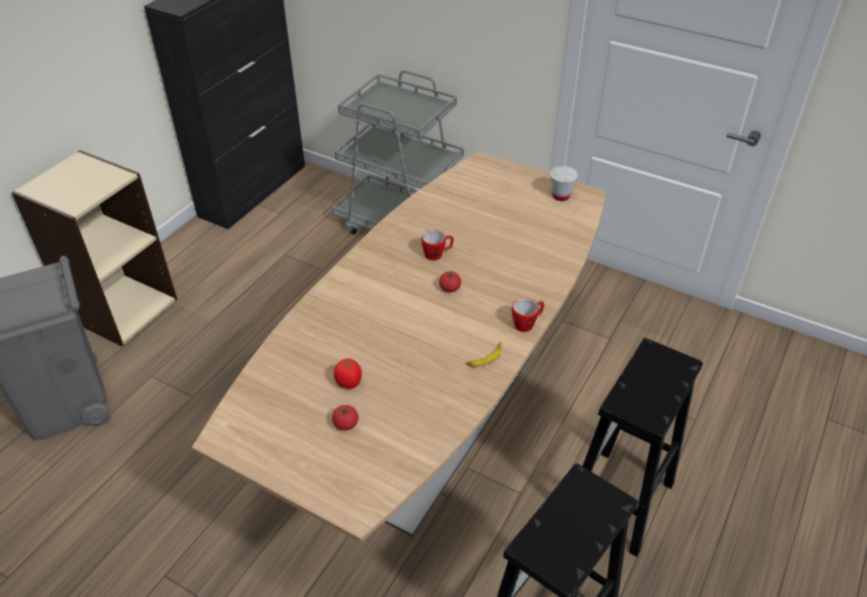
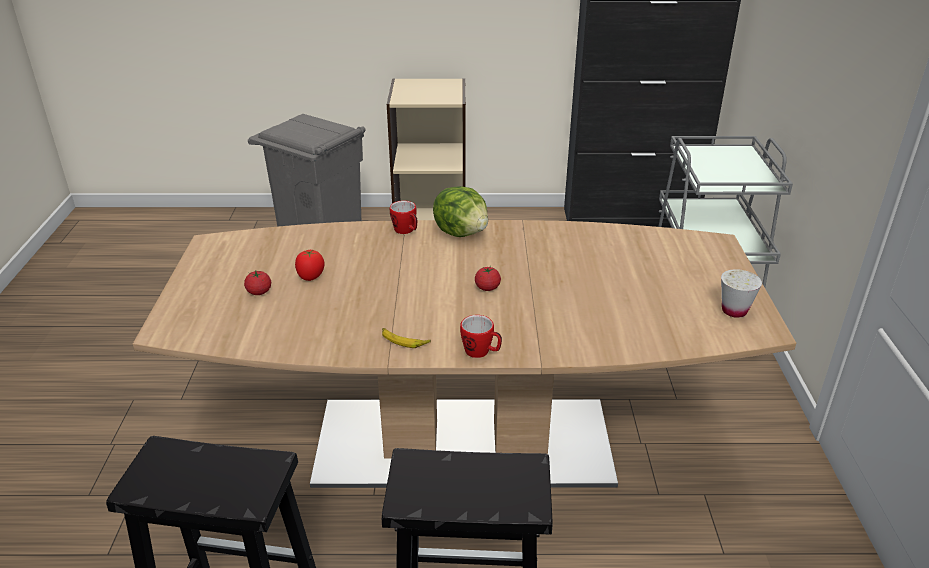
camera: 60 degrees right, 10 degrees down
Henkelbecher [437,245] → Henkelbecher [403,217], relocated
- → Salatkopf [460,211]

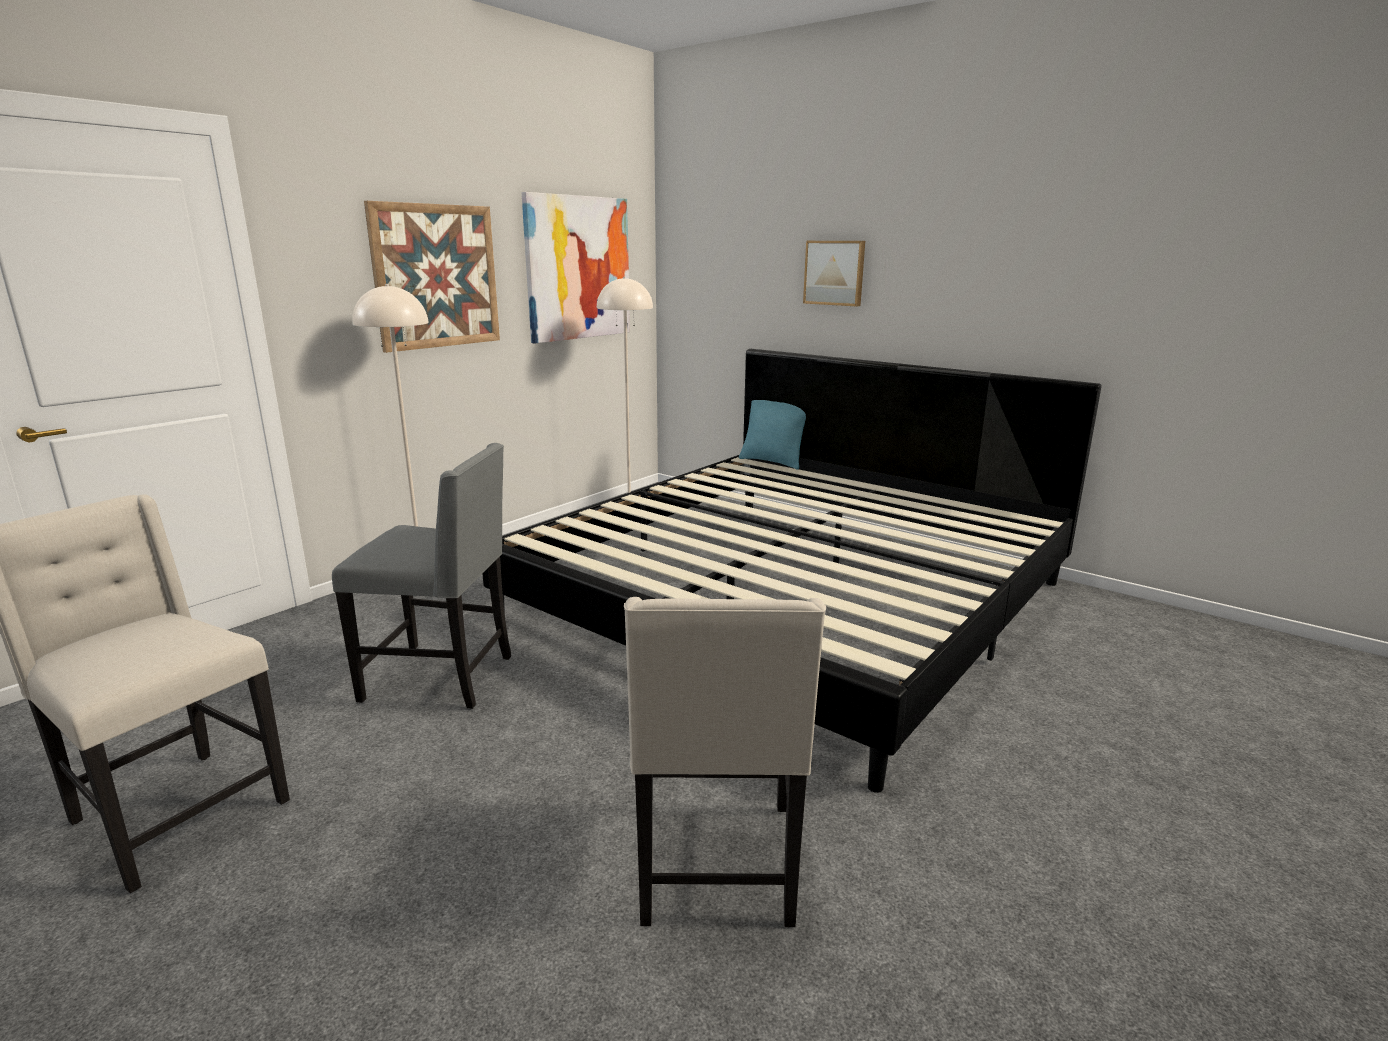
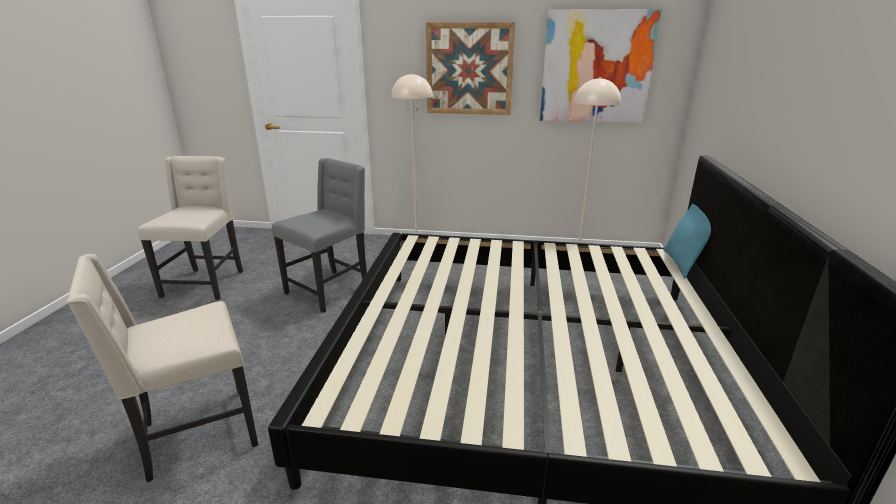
camera: 60 degrees right, 5 degrees up
Stuhl (grau) [421,576] → Stuhl (grau) [319,235], 120 degrees counterclockwise
Bild [834,274] → -

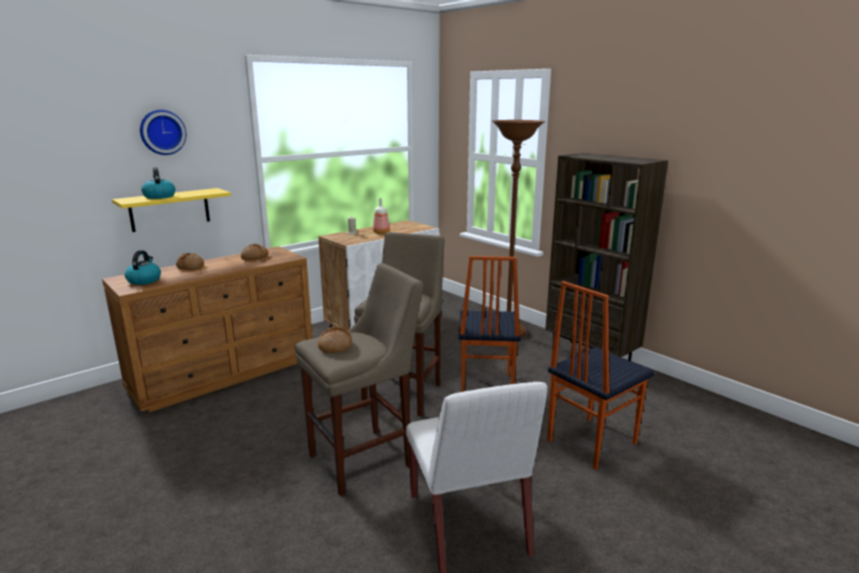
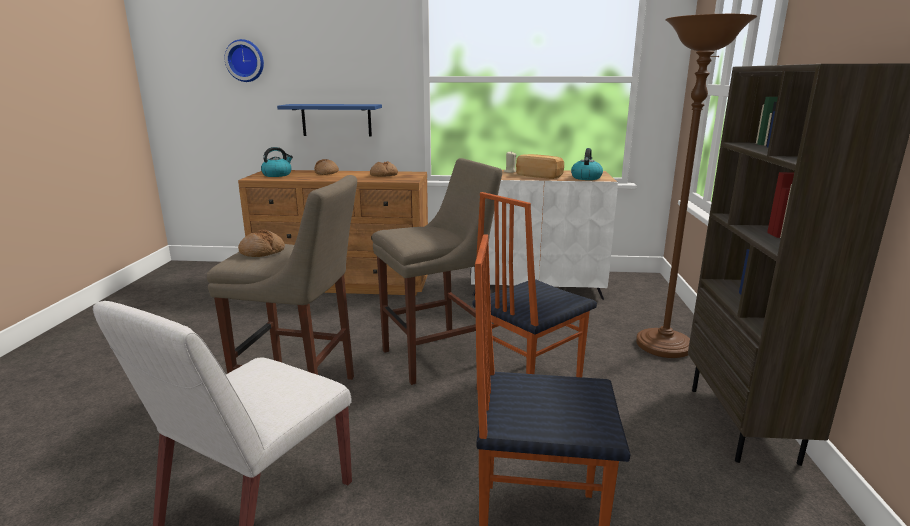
camera: 45 degrees right, 0 degrees up
Wandregal (gelb) [171,210] → Wandregal (blau) [329,120]
Wanduhr [163,132] → Wanduhr [244,60], relocated
Wasserkessel [158,183] → Wasserkessel [587,164], relocated
Flasche [381,216] → Brot [540,166]

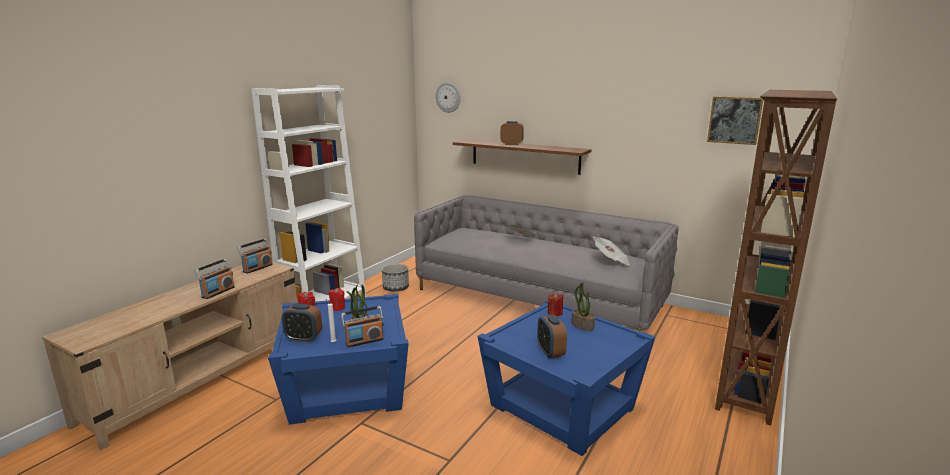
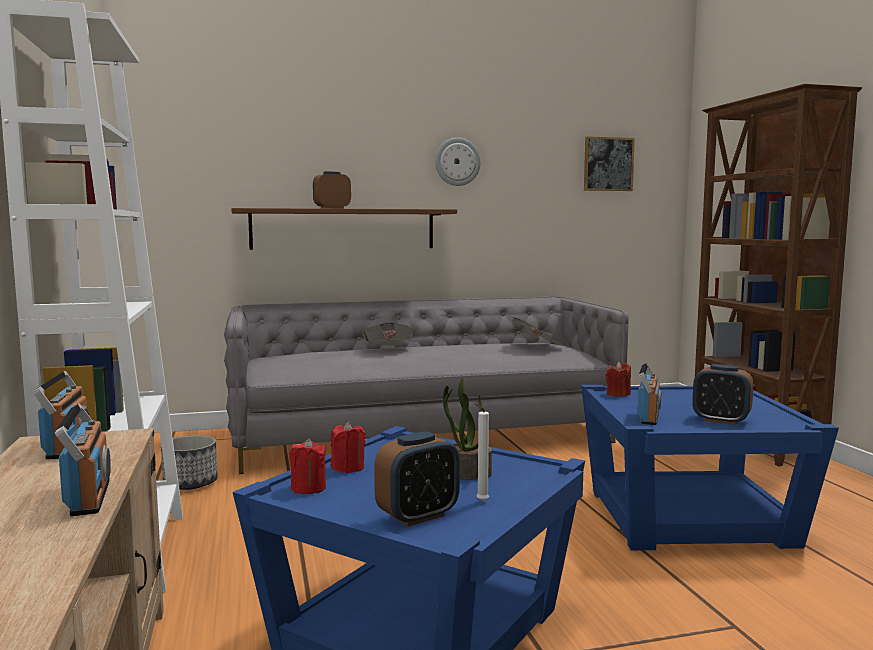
camera: 45 degrees left, 10 degrees down
Radio [362,326] → Radio [649,394], relocated
Wanduhr [448,97] → Wanduhr [458,161], relocated
Topfpflanze [583,306] → -

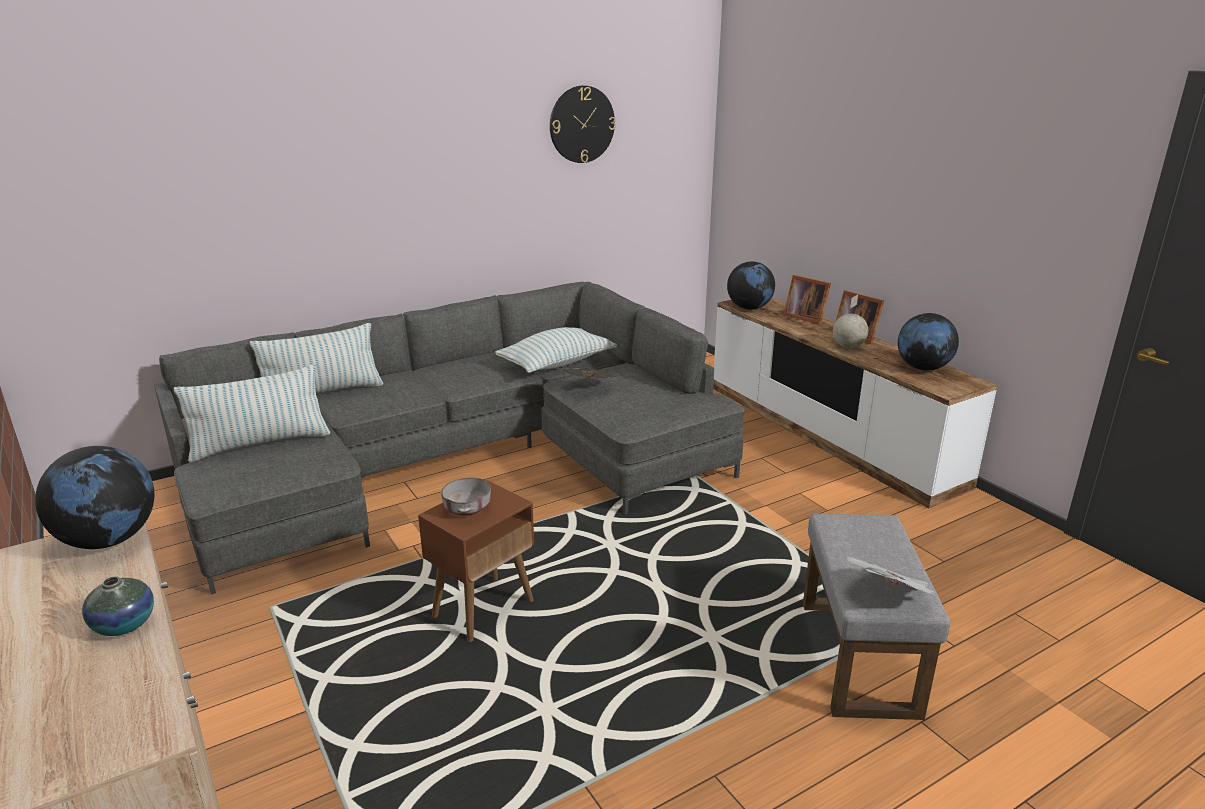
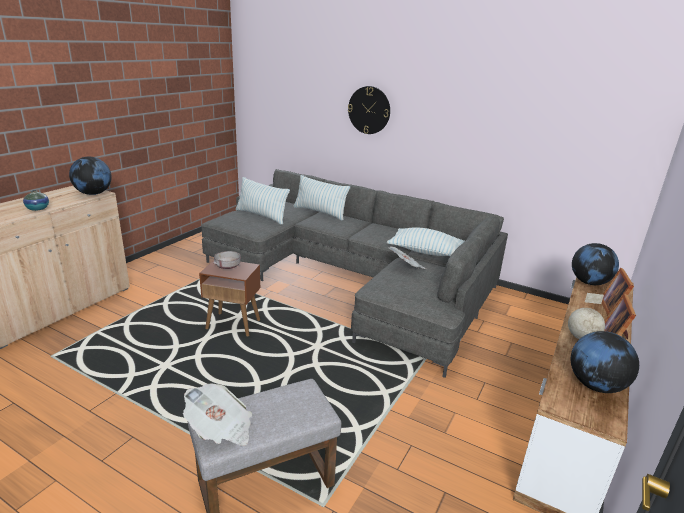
camera: 60 degrees right, 0 degrees up
Wanduhr [583,124] → Wanduhr [369,110], relocated

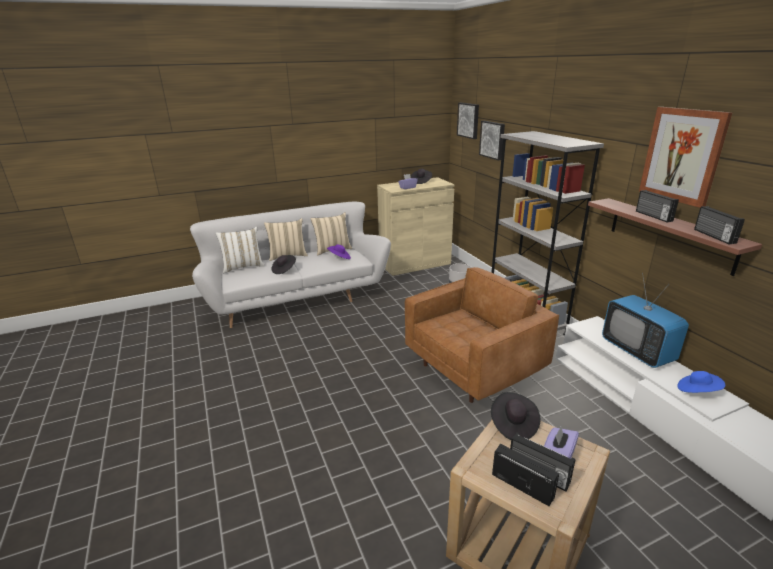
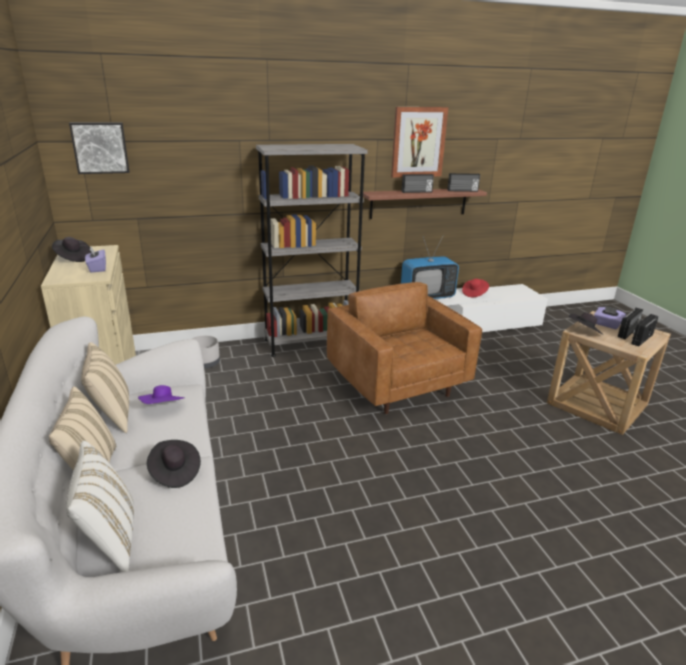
camera: 85 degrees left, 0 degrees up
Bild [492,140] → -
Hut (blau) [701,382] → Hut (rot) [475,288]

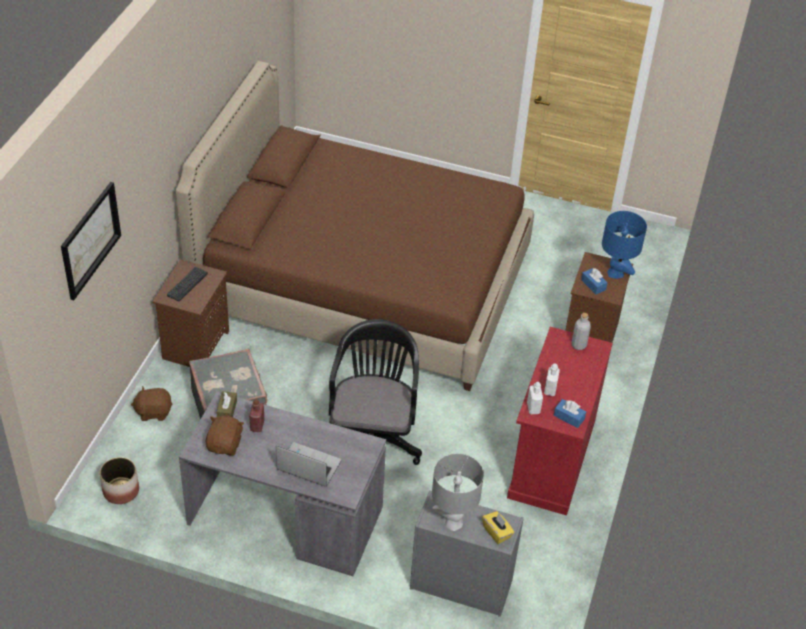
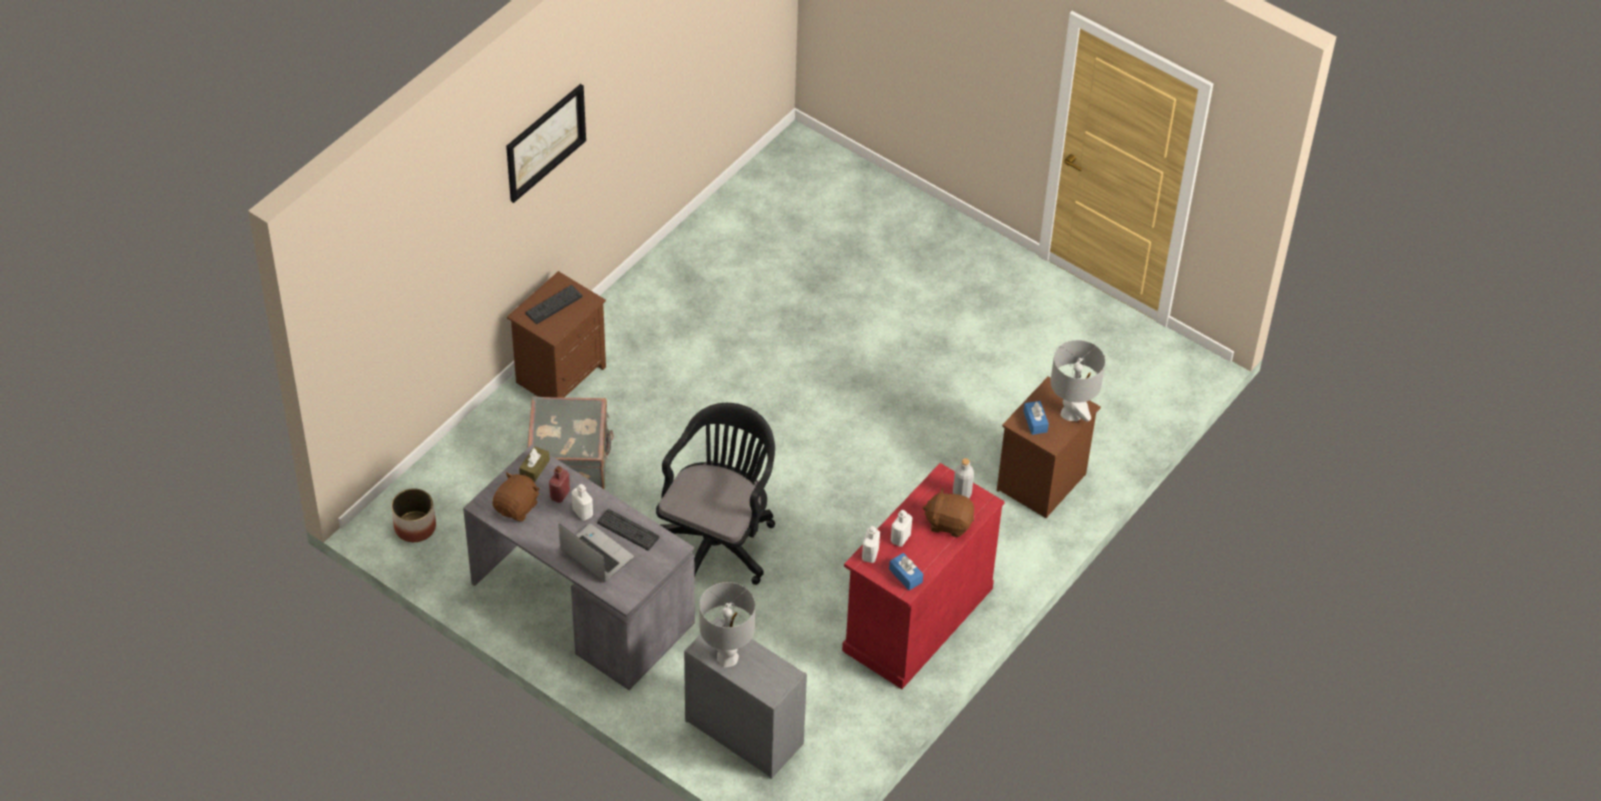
camera: 20 degrees right, 5 degrees up
Bild [91,241] → Bild [546,143], relocated
Plüschtier (braun) [152,403] → Plüschtier (braun) [948,512], relocated
Bett (braun) [355,226] → -
Taschentuchbox (gelb) [498,527] → -
Tischlampe (blau) [624,245] → Tischlampe (grau) [1077,381]
- → Flasche (weiß) [582,502]
- → Tastatur [628,530]

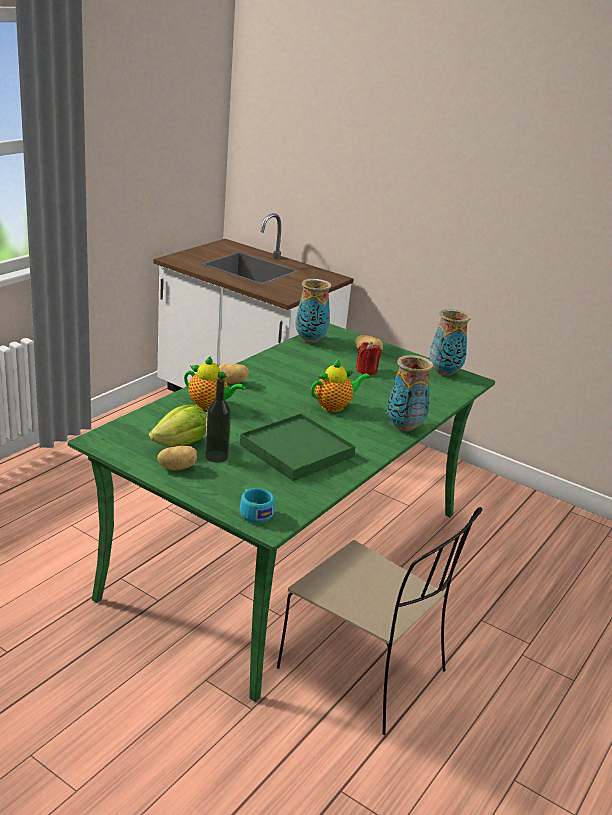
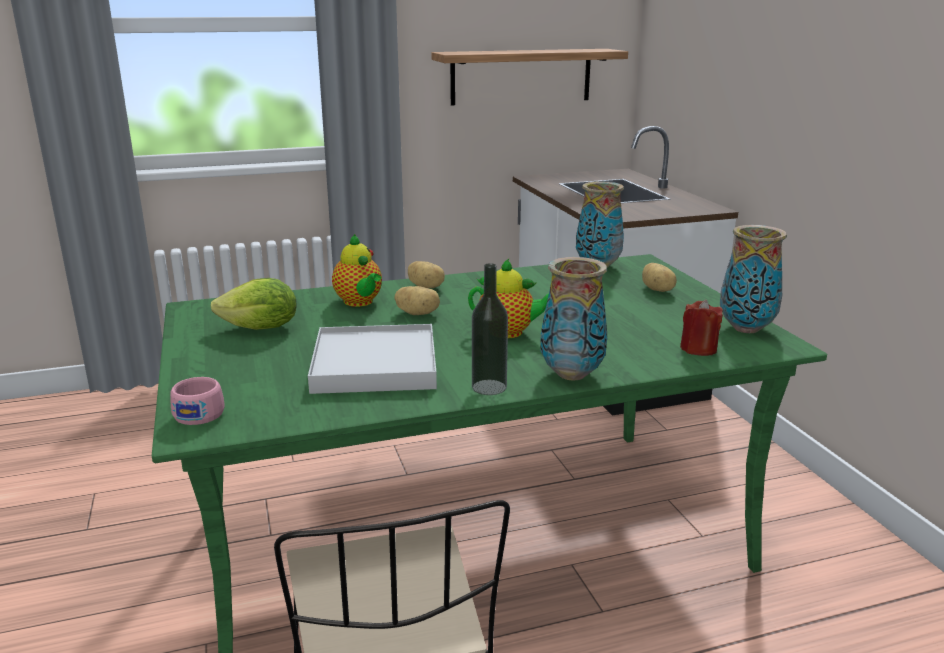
camera: 40 degrees right, 5 degrees down
Kartoffel [177,458] → Kartoffel [417,300], relocated
Flasche [218,420] → Flasche [490,329], relocated
Tablett (grün) [298,447] → Tablett (weiß) [372,359]
Tasse (türkis) [257,505] → Tasse (rosa) [197,401]
Kerze (rot) [369,358] → Kerze (rot) [701,328], relocated
- → Wandregal [529,77]

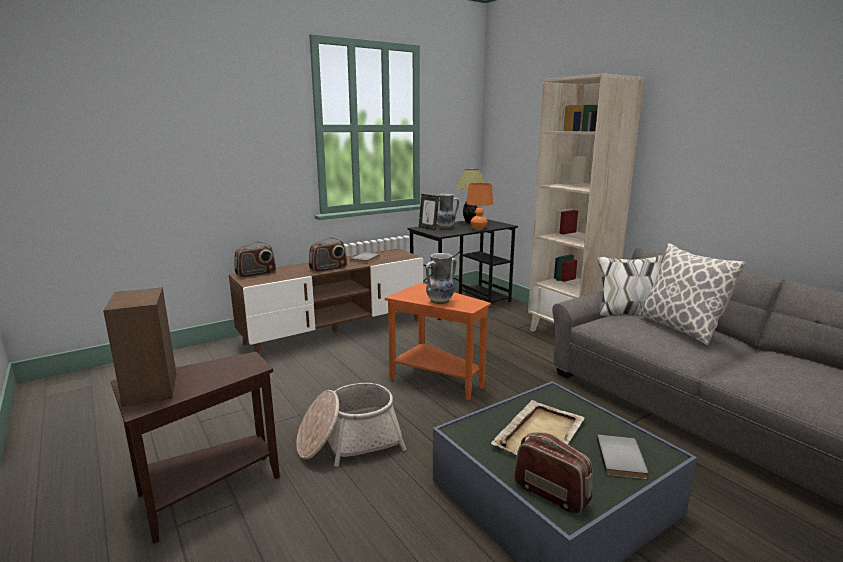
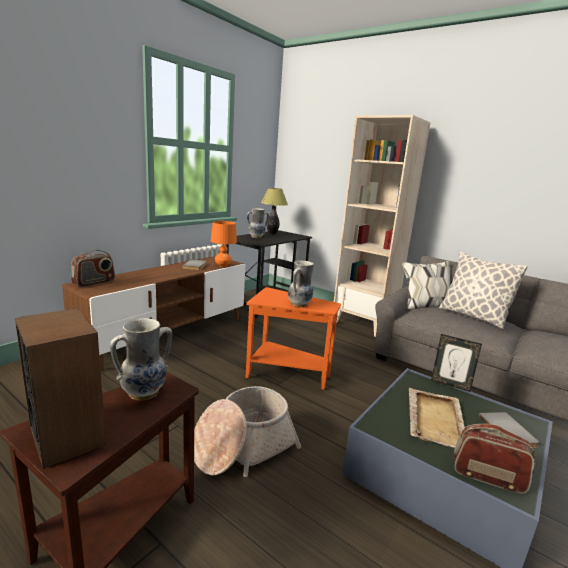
camera: 20 degrees left, 0 degrees up
Radio [328,254] → -
Bilderrahmen [429,212] → Bilderrahmen [456,363], relocated
Tischlampe (orange) [479,206] → Tischlampe (orange) [224,244], relocated
- → Vase [141,359]

